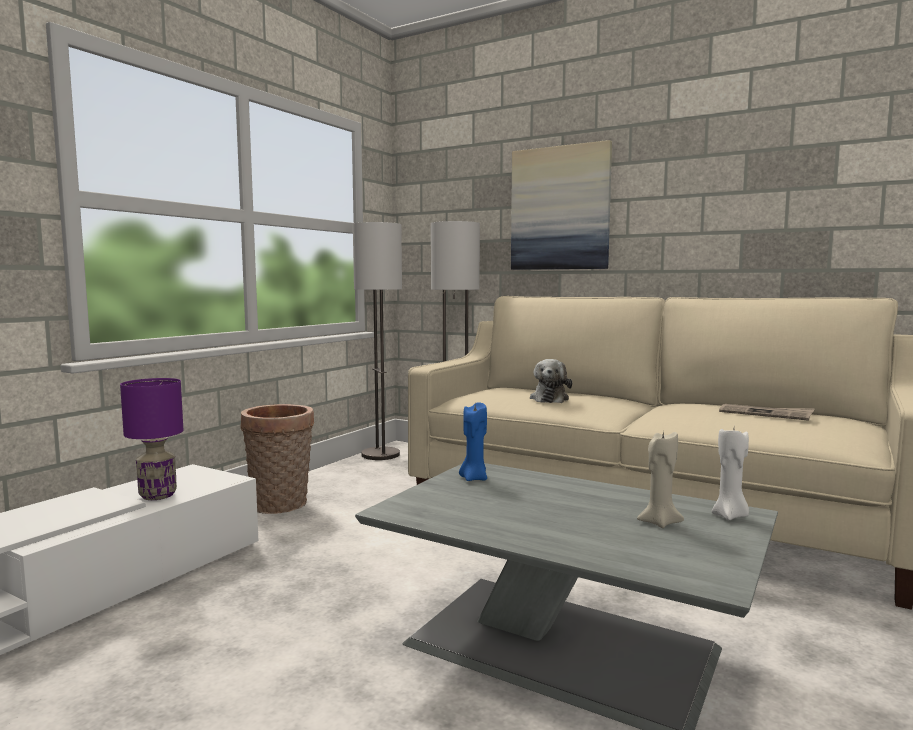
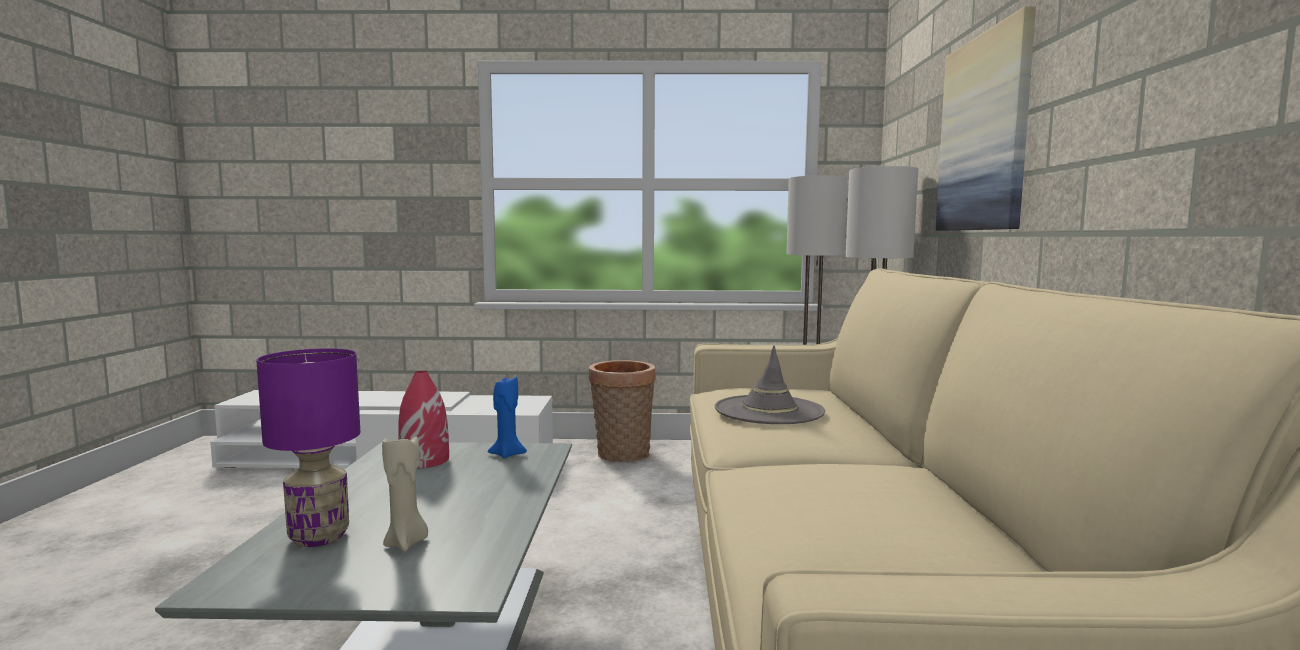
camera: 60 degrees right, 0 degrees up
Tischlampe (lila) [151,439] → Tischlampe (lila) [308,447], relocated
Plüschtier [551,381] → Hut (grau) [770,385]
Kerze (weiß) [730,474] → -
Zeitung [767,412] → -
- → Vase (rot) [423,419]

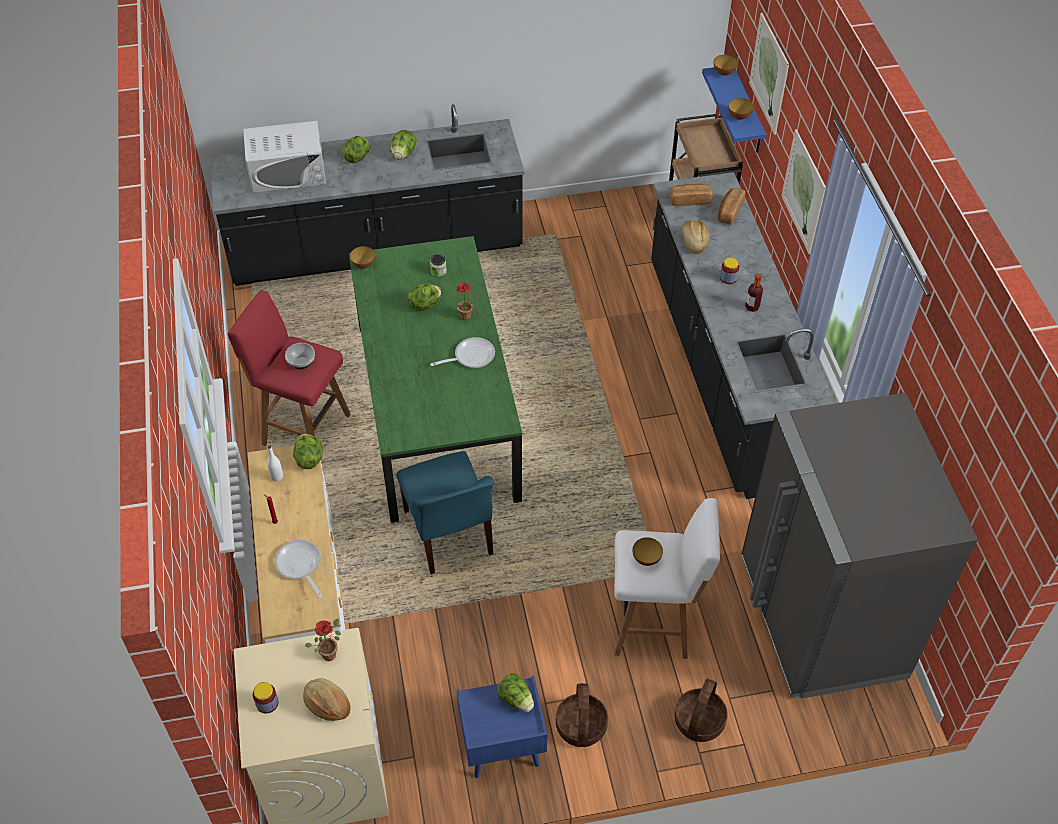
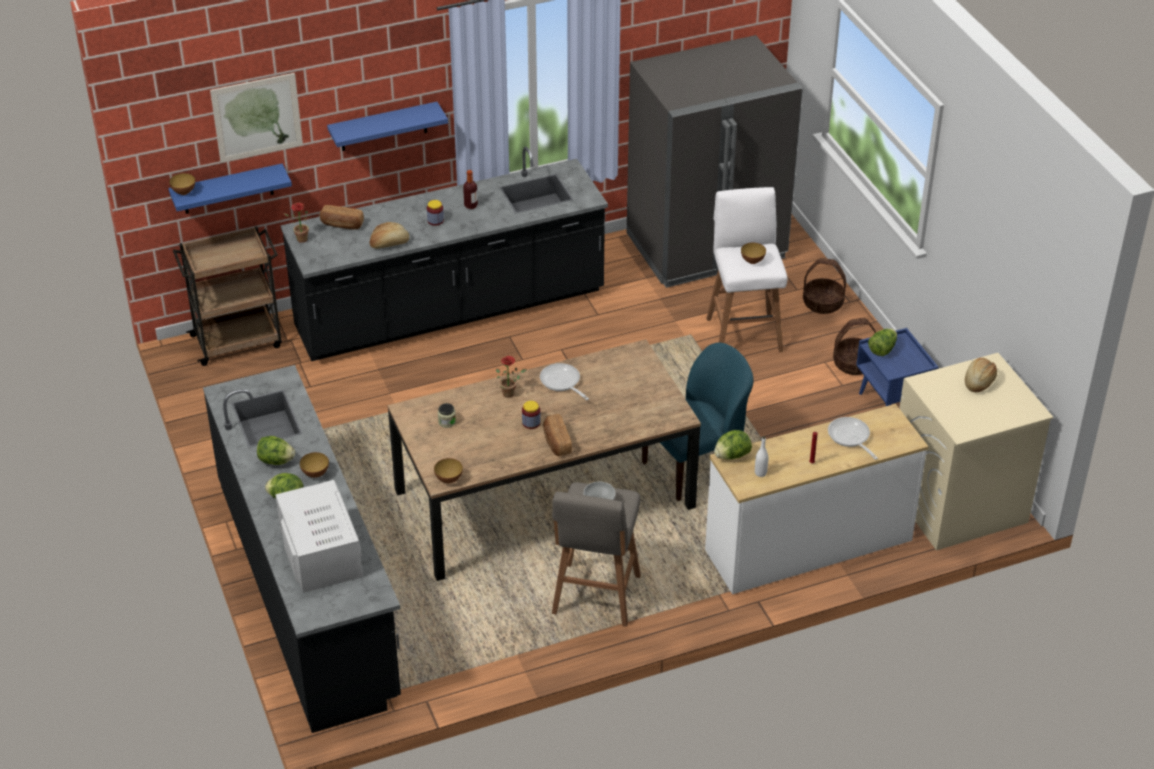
camera: 100 degrees left, 10 degrees down
Hocker (rot) [289,368] → Hocker (grau) [596,554]
Vorratsglas [266,697] → Vorratsglas [531,415], relocated
Pfanne [299,569] → Pfanne [853,438], 105 degrees clockwise
Topfpflanze [323,640] → Topfpflanze [296,223], relocated
Esstisch (grün) [435,379] → Esstisch (braun) [544,460]
Salatkopf [424,297] → -
Brot [691,195] → Brot [557,435], relocated
Schüssel [741,109] → Schüssel [314,465], relocated
Bild [803,191] → Wandregal (blau) [387,126]

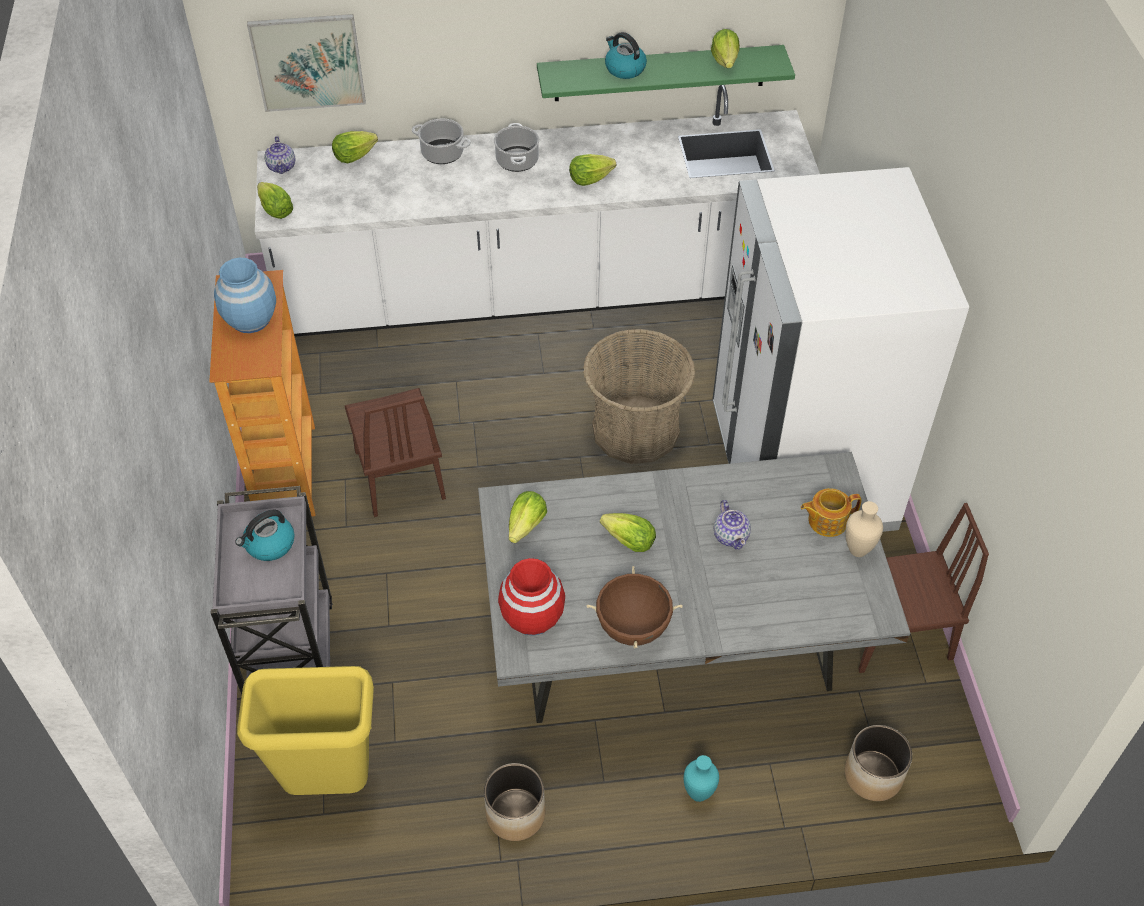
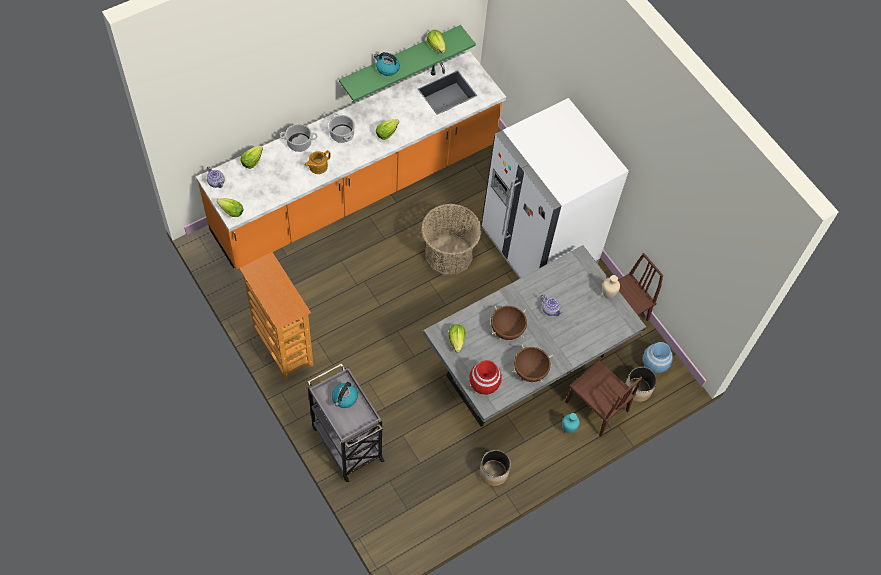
camera: 30 degrees left, 10 degrees up
Vase (blau) [245,295] → Vase (blau) [658,357], relocated
Mülleimer (gelb) [305,730] → -
Bild [306,63] → -
Küchenzeile (weiß) [537,211] → Küchenzeile (orange) [351,160]
Stuhl (braun) [395,452] → Stuhl (braun) [603,398], relocated
Salatkopf [628,532] → Kochtopf (braun) [509,323]
Teekanne [831,512] → Teekanne [318,162], relocated

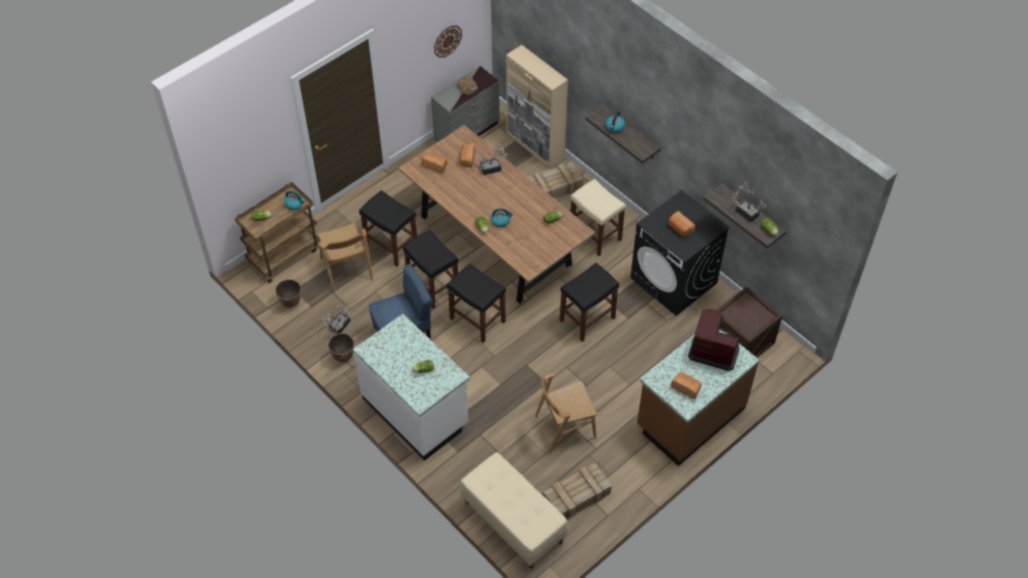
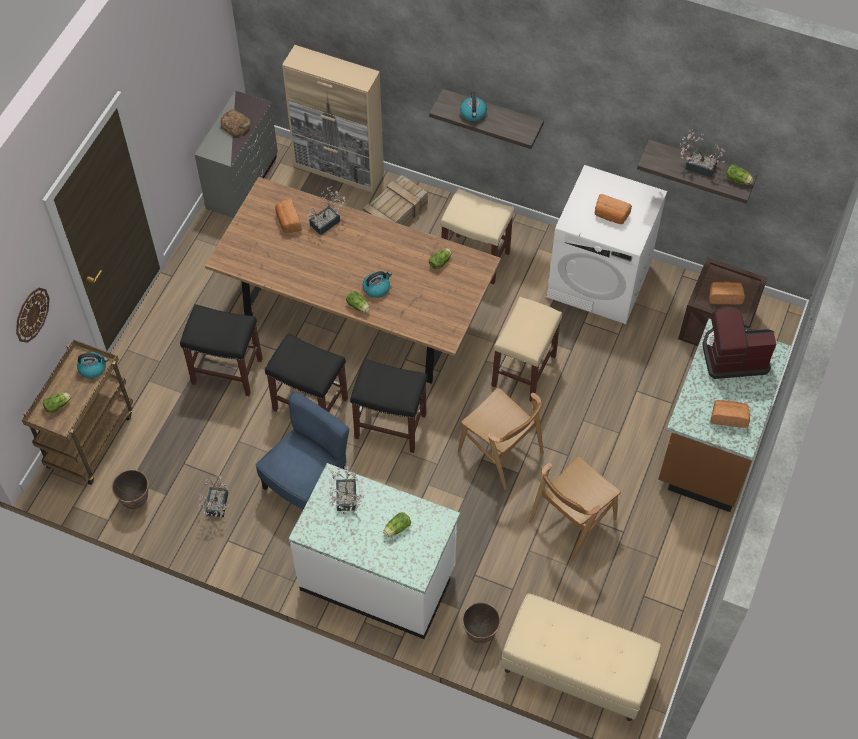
camera: 25 degrees left, 5 degrees up
Stuhl (braun) [345,257] → Stuhl (braun) [501,439], relocated
Pflanzkübel [341,348] → Pflanzkübel [481,622], relocated
Brot [434,162] → Brot [727,293], relocated
Wanduhr [448,42] → Wanduhr [32,315], relocated
Kiste [577,491] → -
Hocker (schwarz) [589,302] → Hocker (beige) [526,349]
Waschmaschine (schwarz) [680,253] → Waschmaschine (weiß) [607,244]
- → Topfpflanze [346,490]

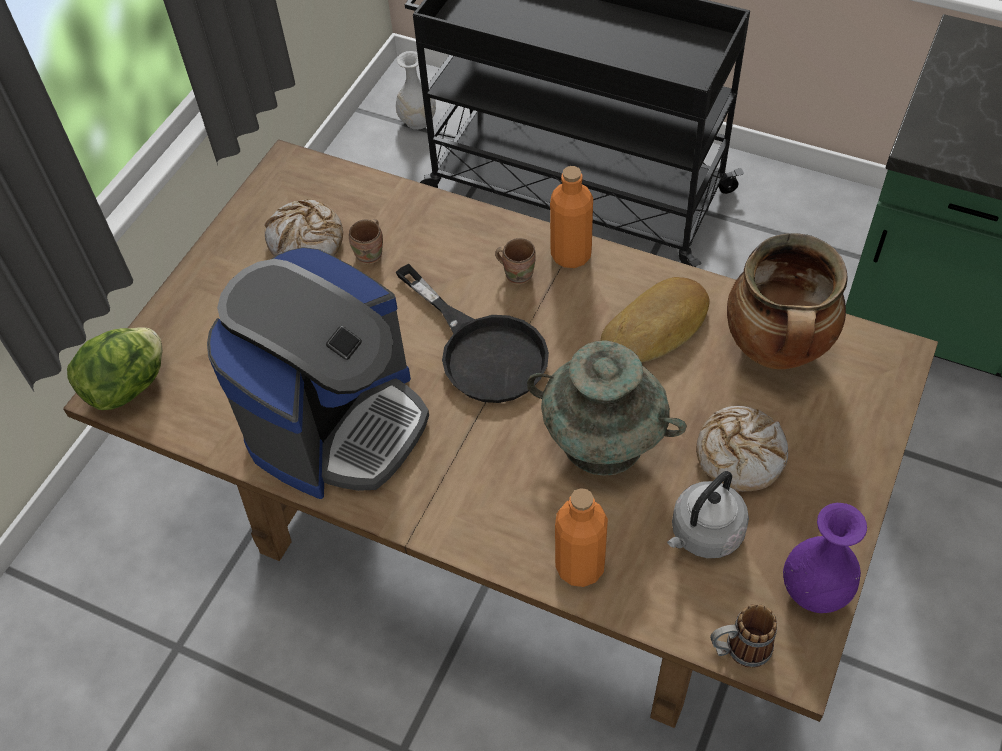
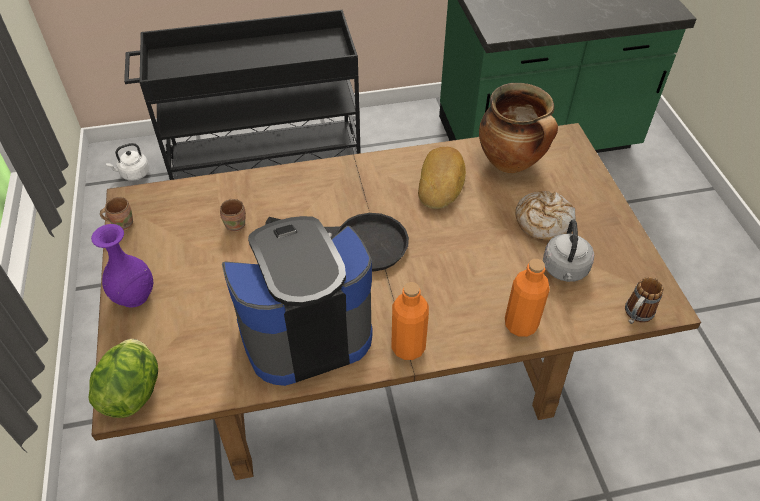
camera: 40 degrees left, 5 degrees down
Kaffeemaschine [318,373] → Kaffeemaschine [297,301], 105 degrees counterclockwise
Brot [303,227] → -
Vase (weiß) [416,90] → Wasserkessel (weiß) [128,162]
Henkelbecher (braun) [515,261] → Henkelbecher (braun) [116,214], relocated
Vase (türkis) [607,408] → -
Flasche (orange) [571,217] → Flasche (orange) [410,321], relocated
Vase (lila) [825,558] → Vase (lila) [122,266], relocated

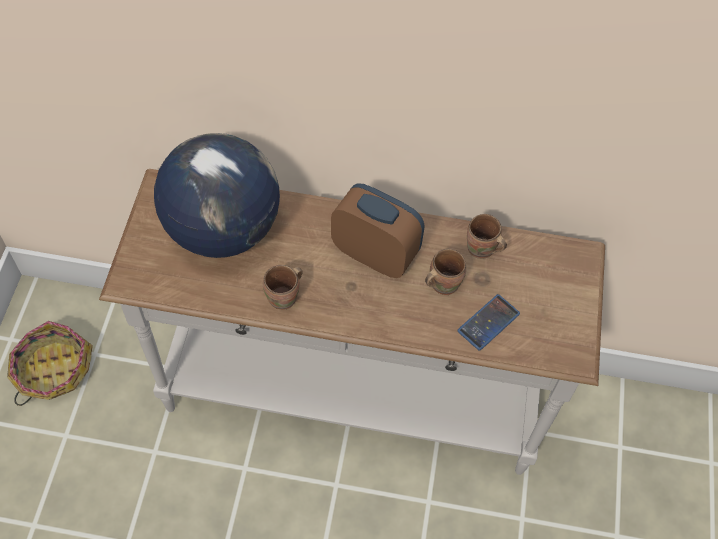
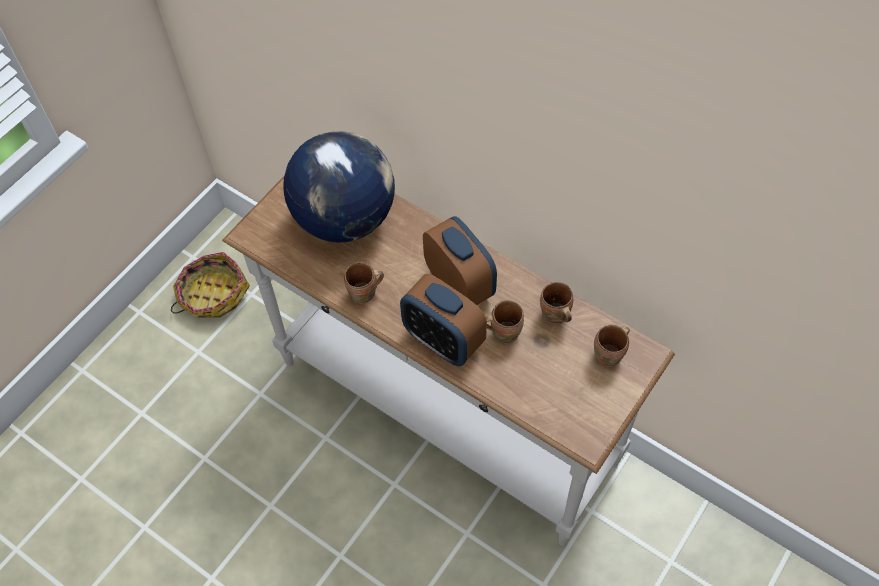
camera: 30 degrees right, 0 degrees up
Handy [488,322] → -
- → Wecker [443,320]
- → Henkelbecher (braun) [612,346]

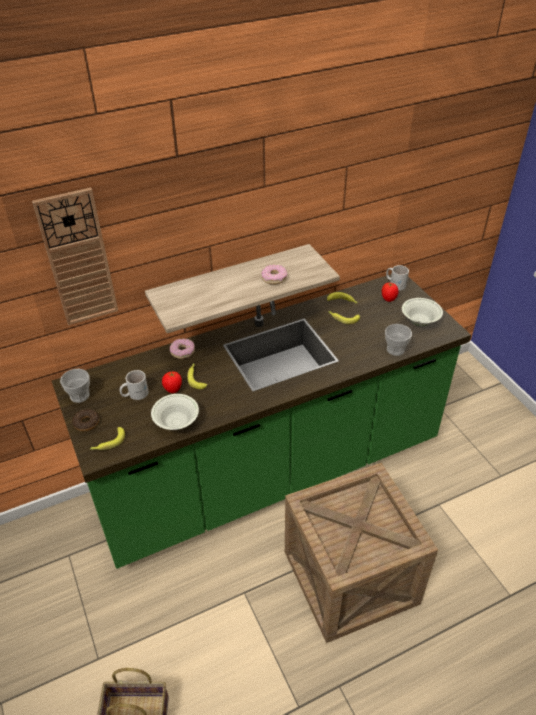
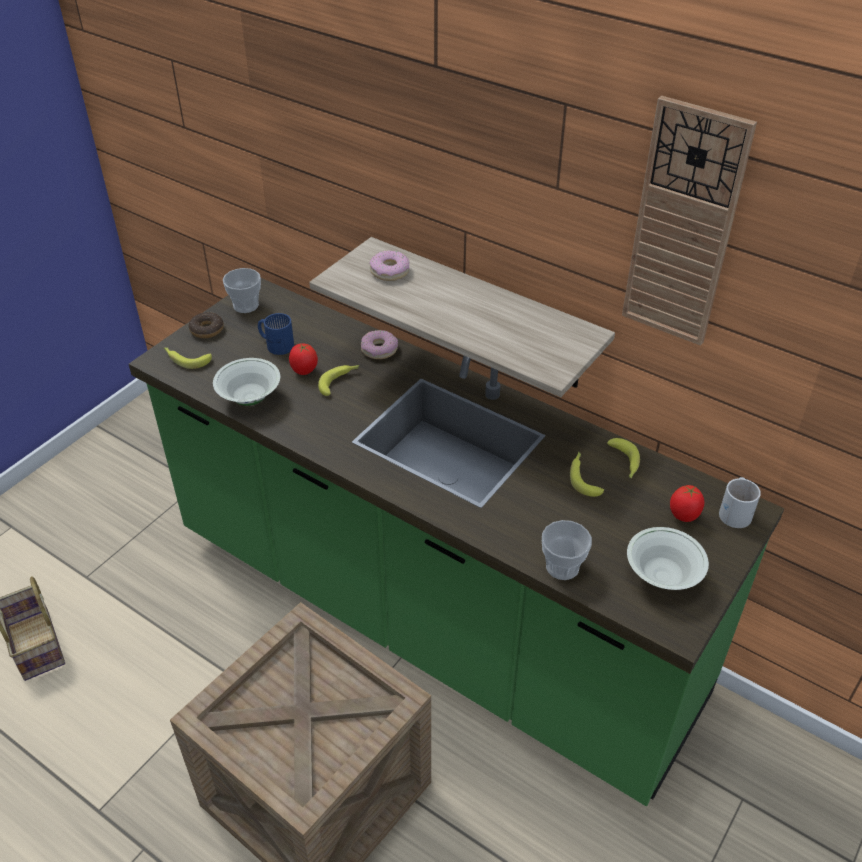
camera: 60 degrees right, 0 degrees up
Wanduhr [75,256] → Wanduhr [689,221], relocated
Henkelbecher (weiß) [134,385] → Henkelbecher (blau) [276,334]
Donut [274,274] → Donut [389,265], relocated

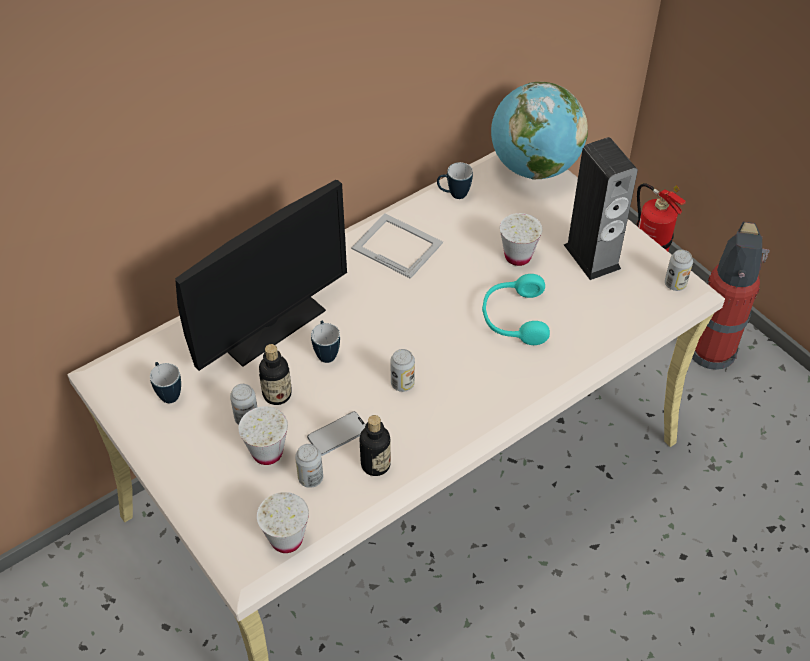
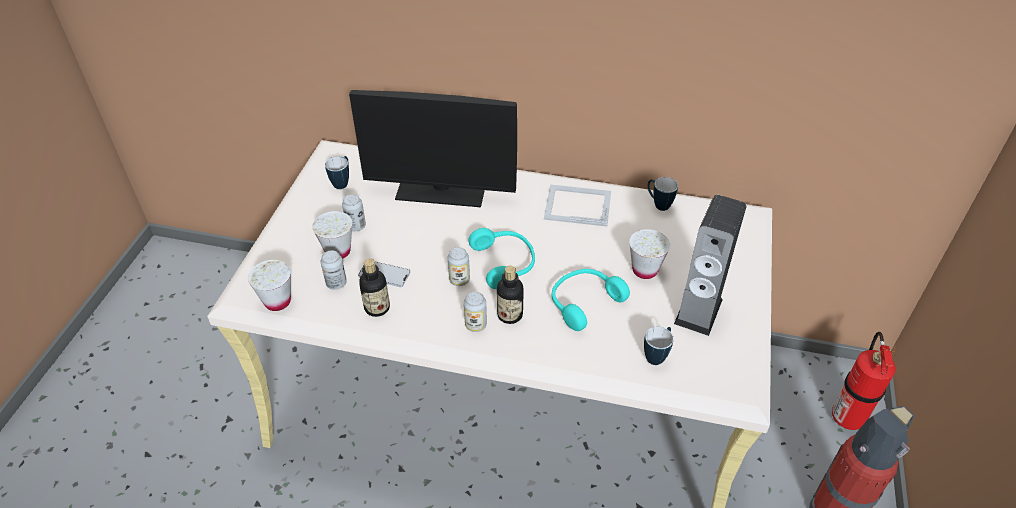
camera: 50 degrees right, 5 degrees down
Flasche [275,374] → Flasche [510,294], relocated
Henkelbecher [325,341] → Henkelbecher [658,345], relocated
Bilderrahmen [397,246] → Bilderrahmen [577,205], 75 degrees counterclockwise
Globus [539,131] → -
Dose [679,270] → Dose [475,312], relocated
- → Kopfhörer (türkis) [501,258]

